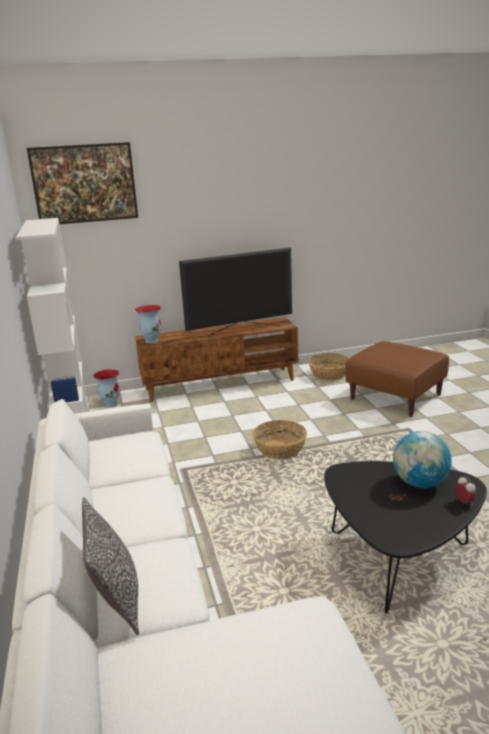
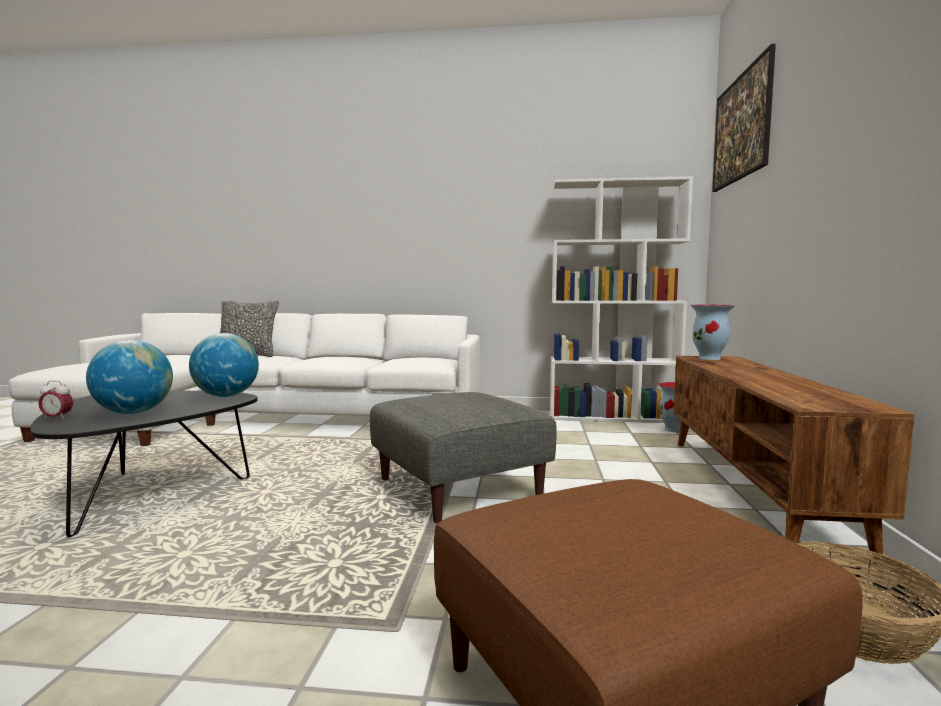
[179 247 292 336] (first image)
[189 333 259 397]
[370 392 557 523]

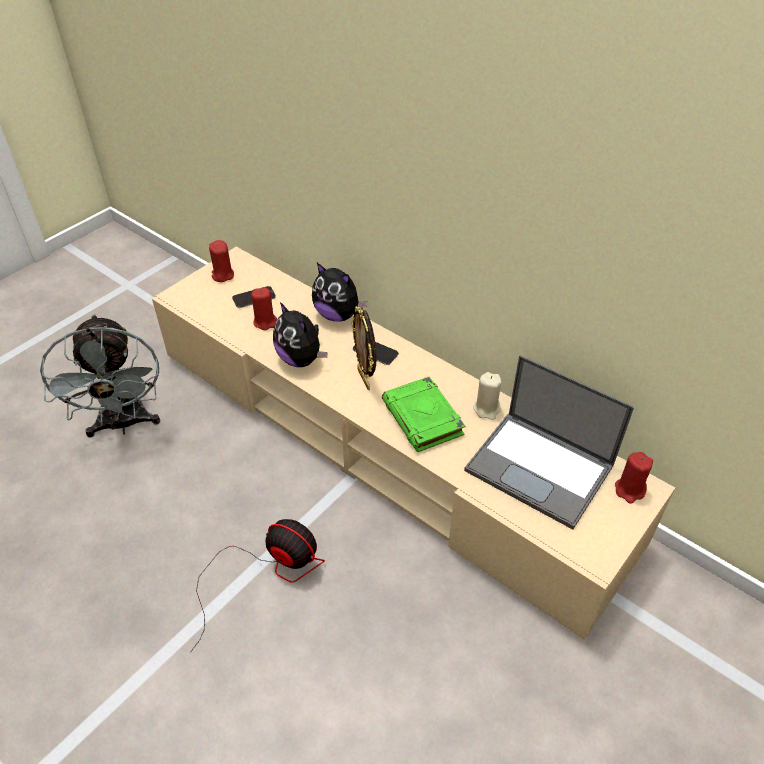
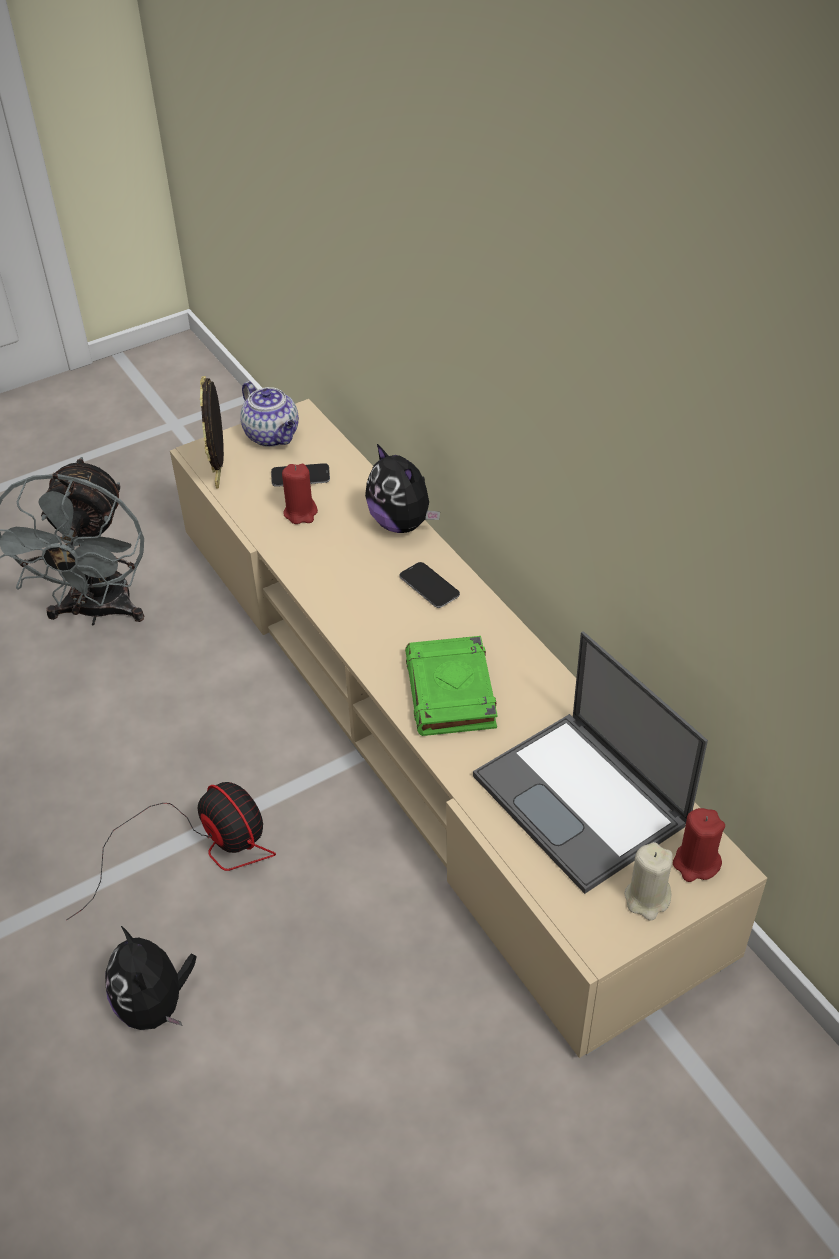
[105 926 197 1030]
[200 376 224 488]
[624 842 673 921]
[241 381 299 447]

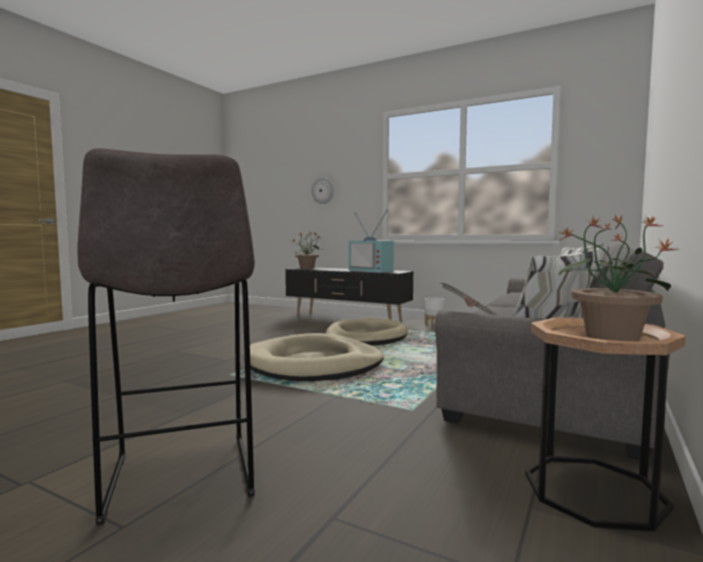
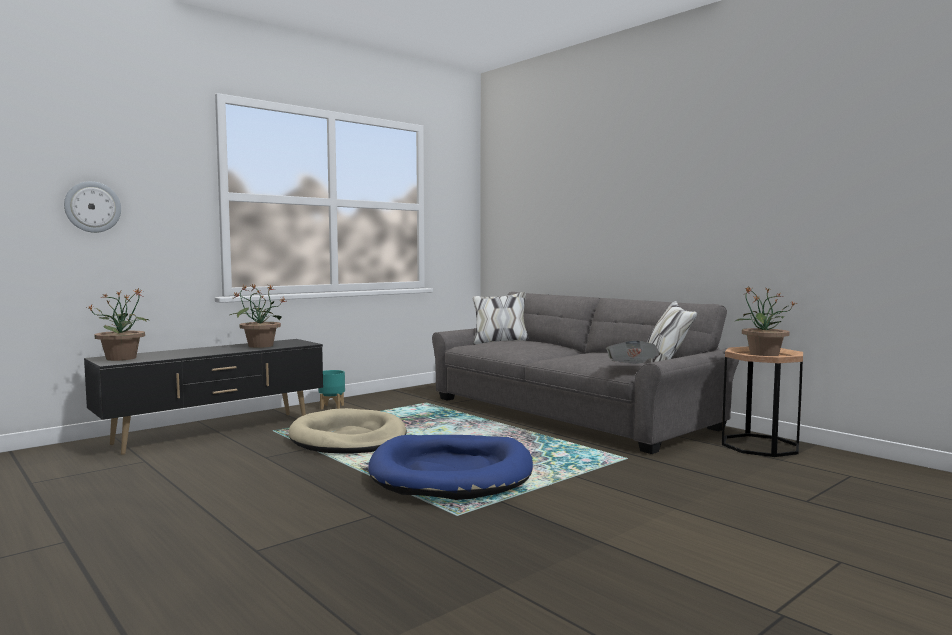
[77 148 255 525] (first image)
[230 284 287 348]
[368 435 533 500]
[319 370 345 410]

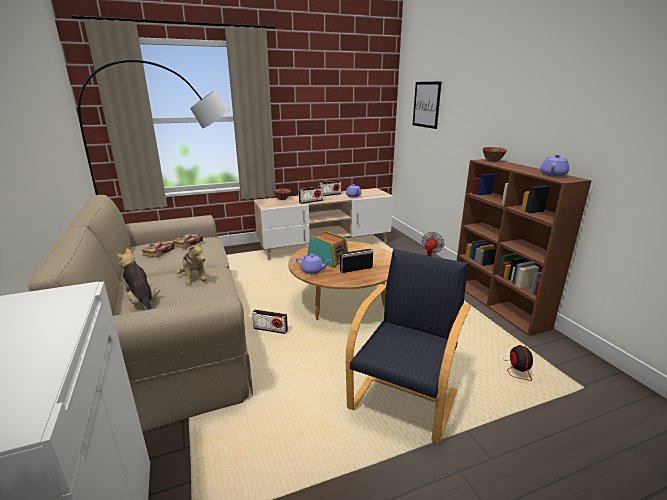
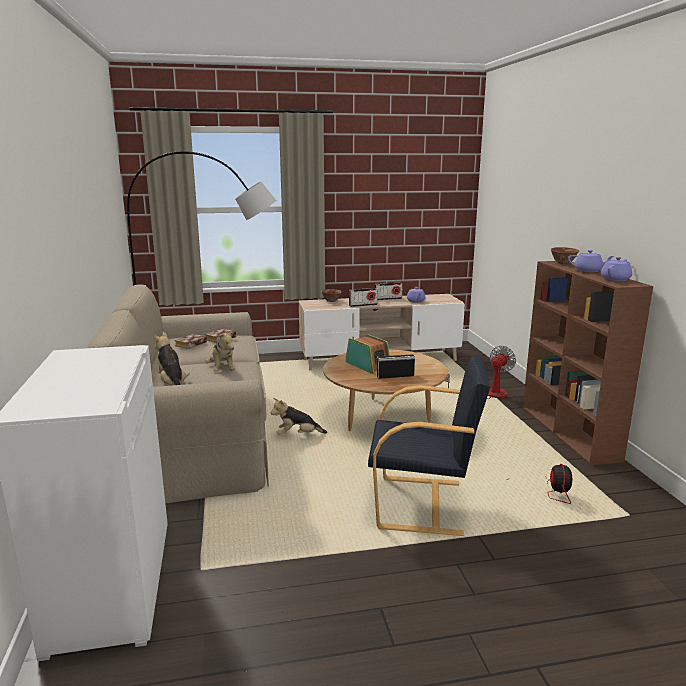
[413 81 442 129] (first image)
[568 250 614 272]
[271 398 327 434]
[368 356 490 536]

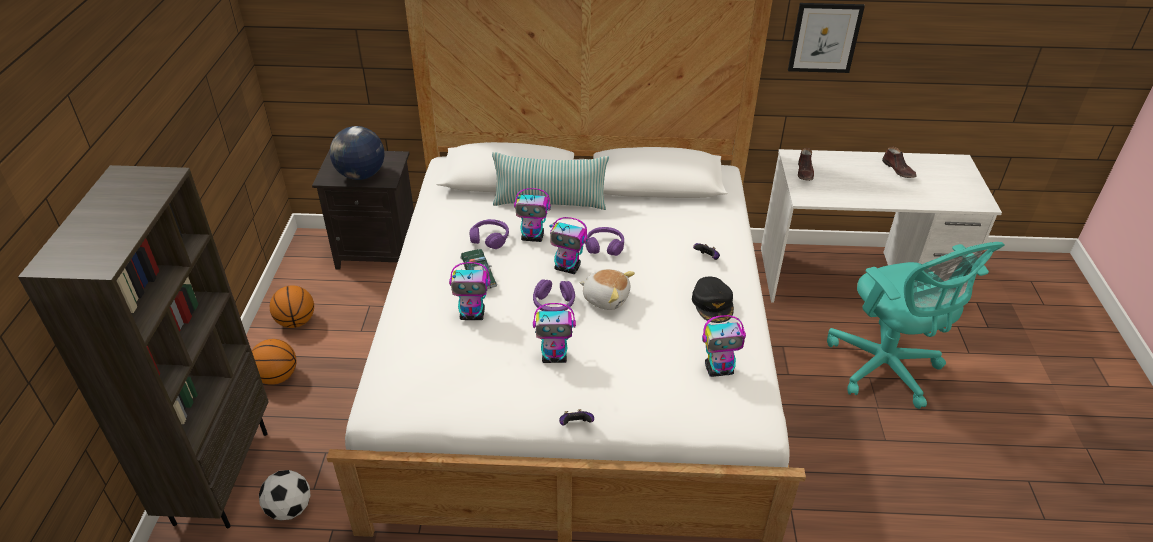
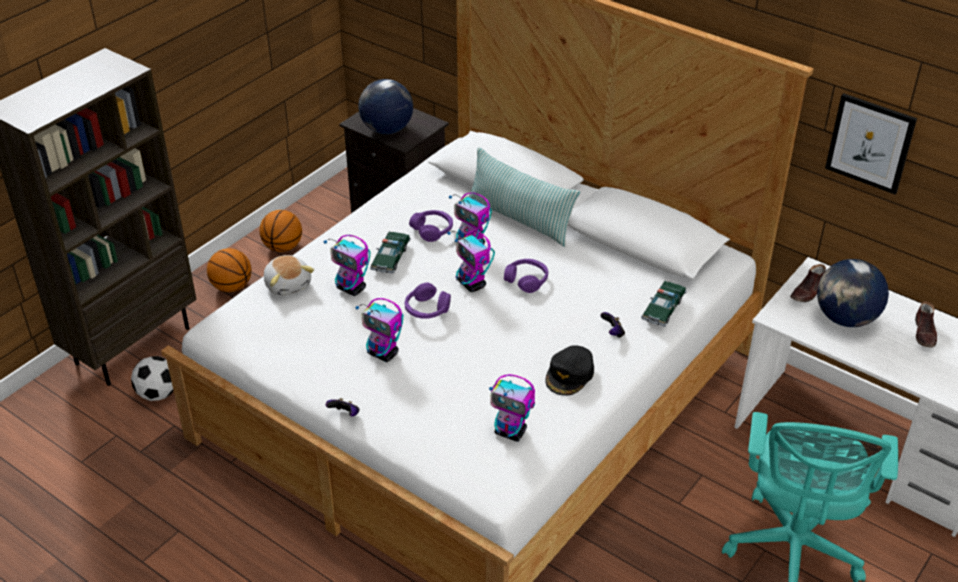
[641 281 687 327]
[817 259 889 327]
[264 255 314 296]

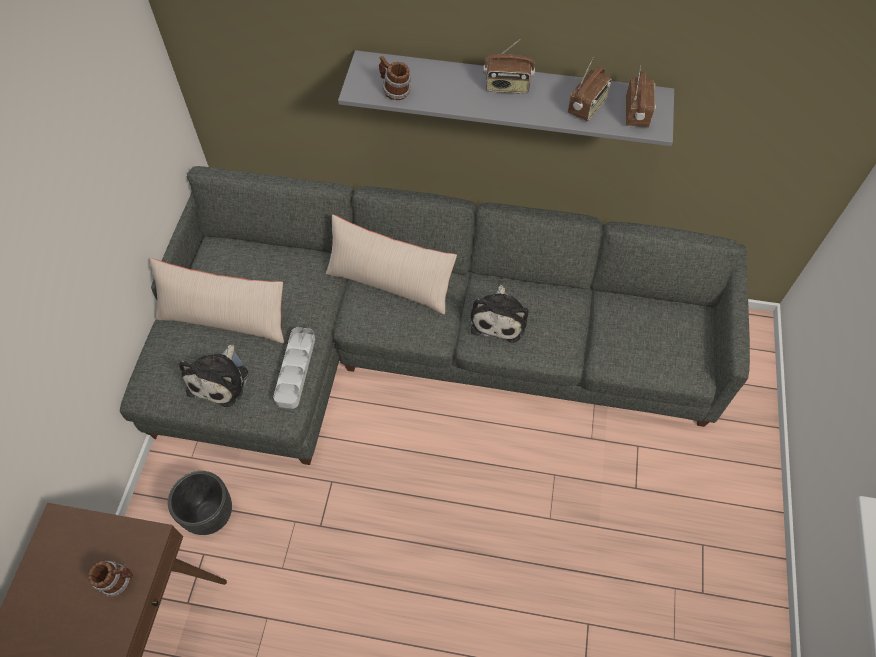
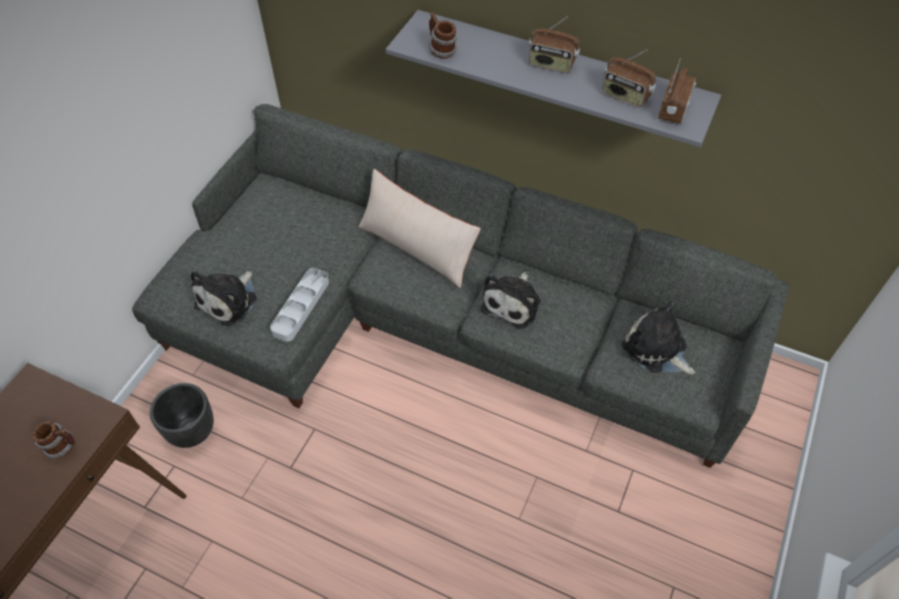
[150 258 284 343] (first image)
[622 302 695 374]
[602 50 656 107]

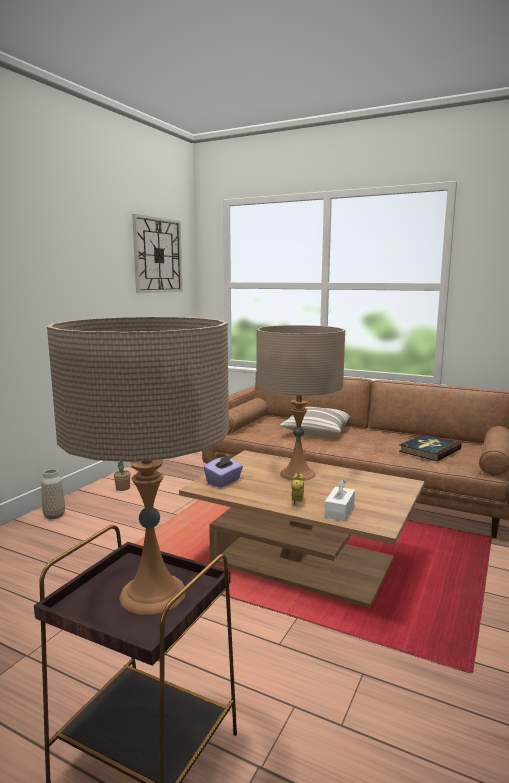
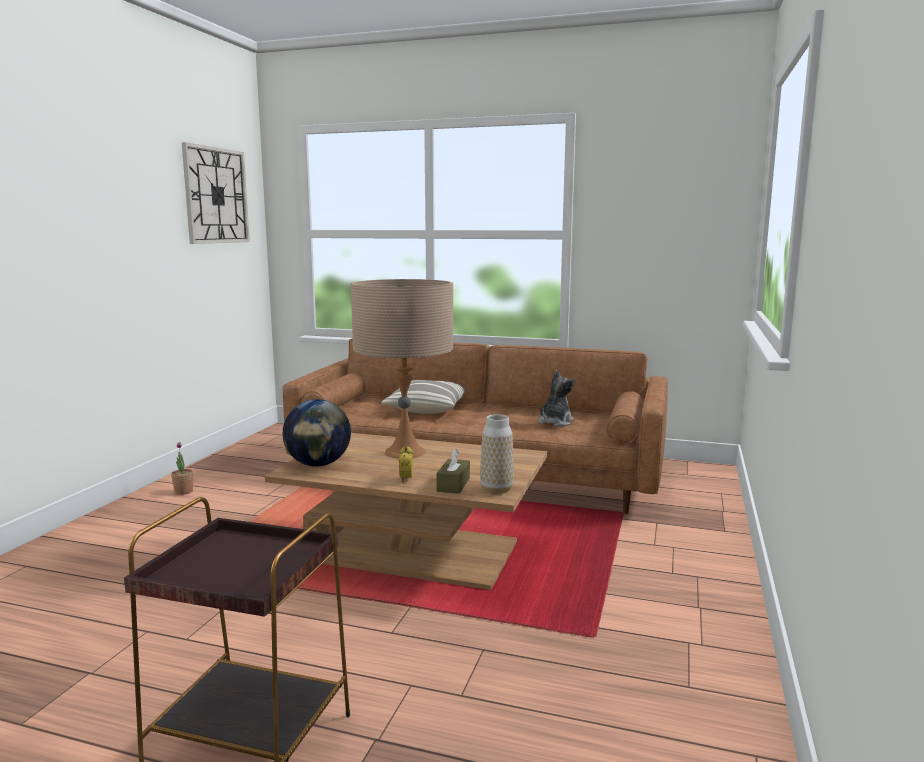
[47 317 229 615] (first image)
[480 414 514 494]
[282 399 351 467]
[538 370 575 426]
[436 449 470 494]

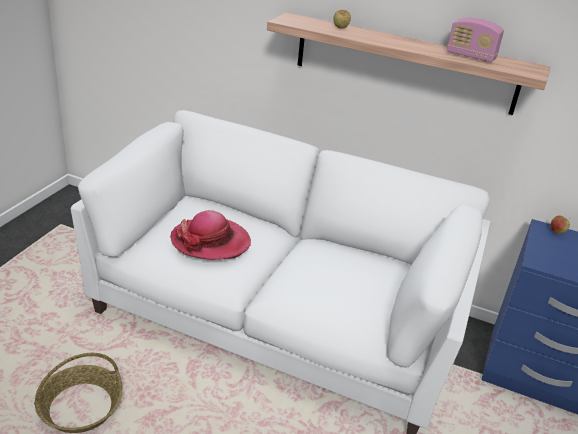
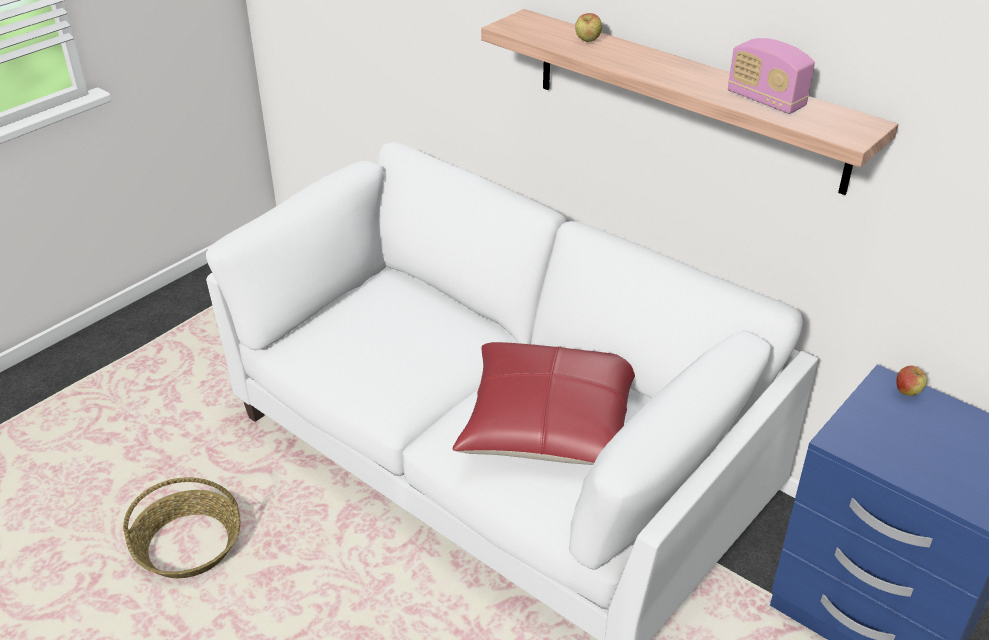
[170 210 251 260] (first image)
[453 342 635 465]

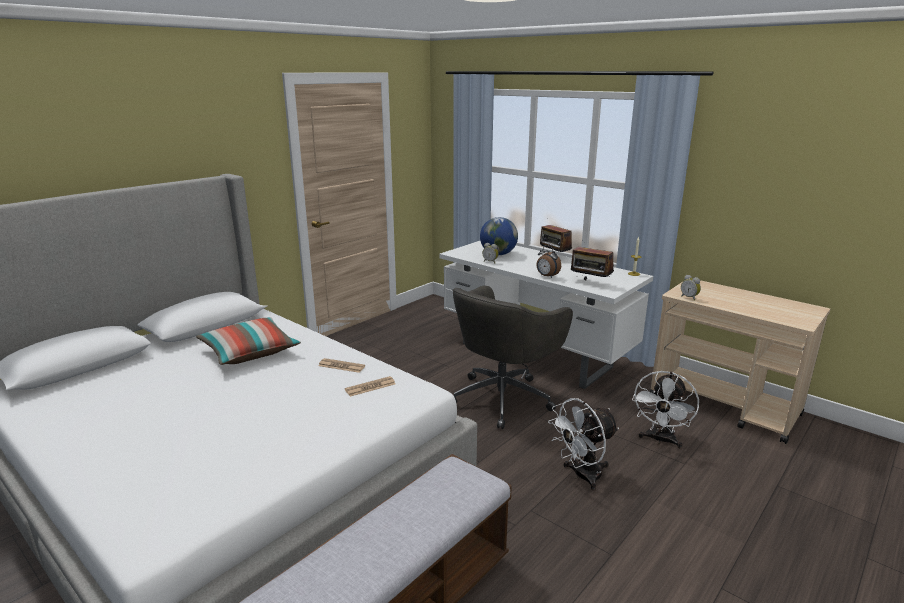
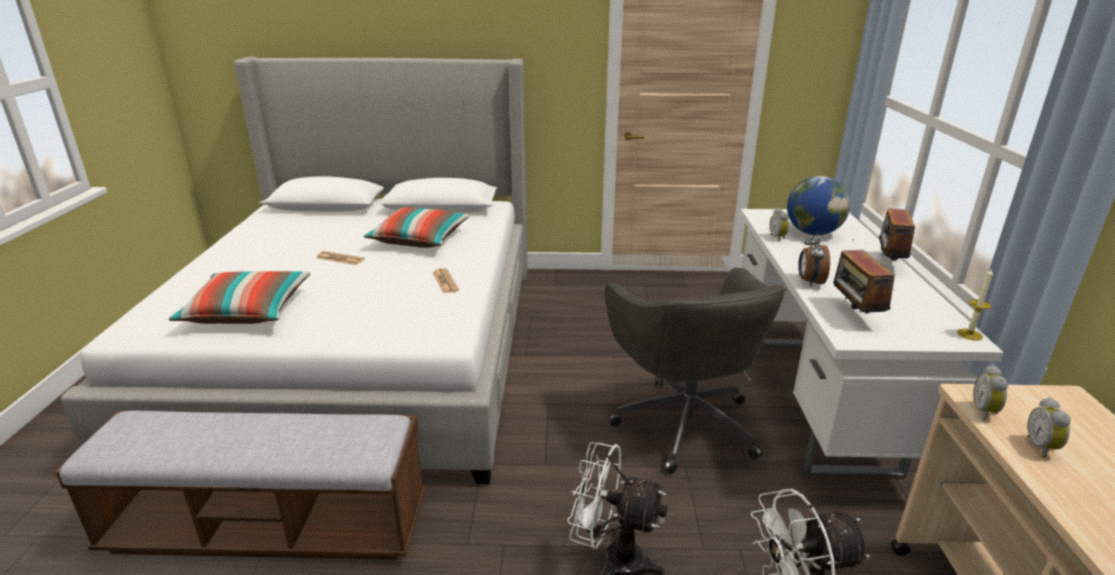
[169 271 311 324]
[1027 397 1071 458]
[317 251 365 265]
[605 267 786 474]

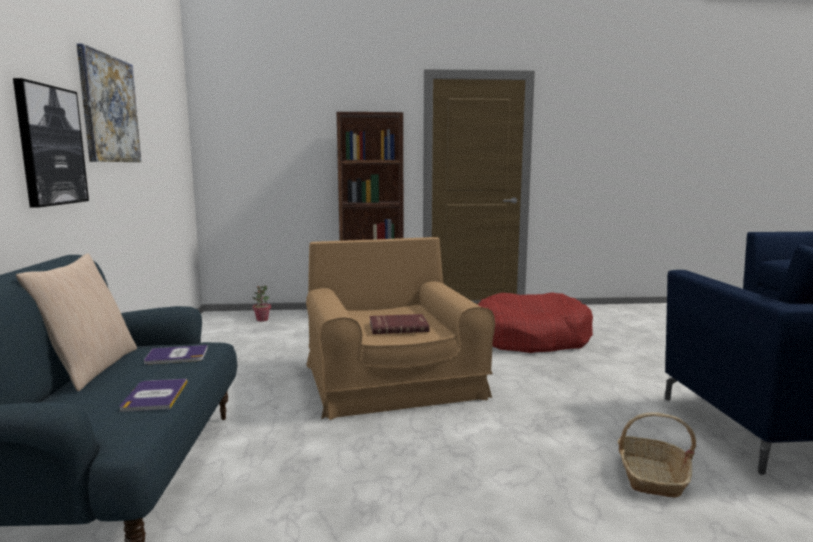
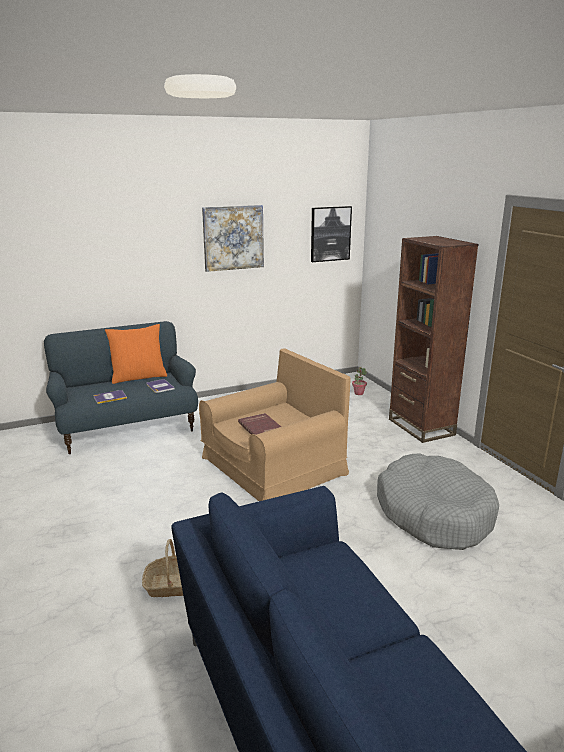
[311 206 352 262]
[105 324 167 384]
[377 453 499 550]

